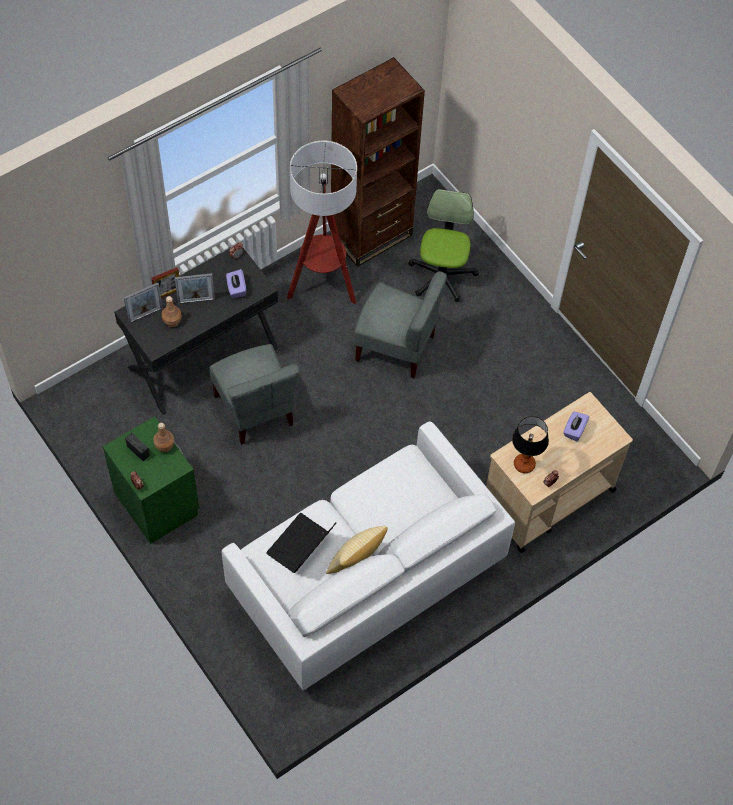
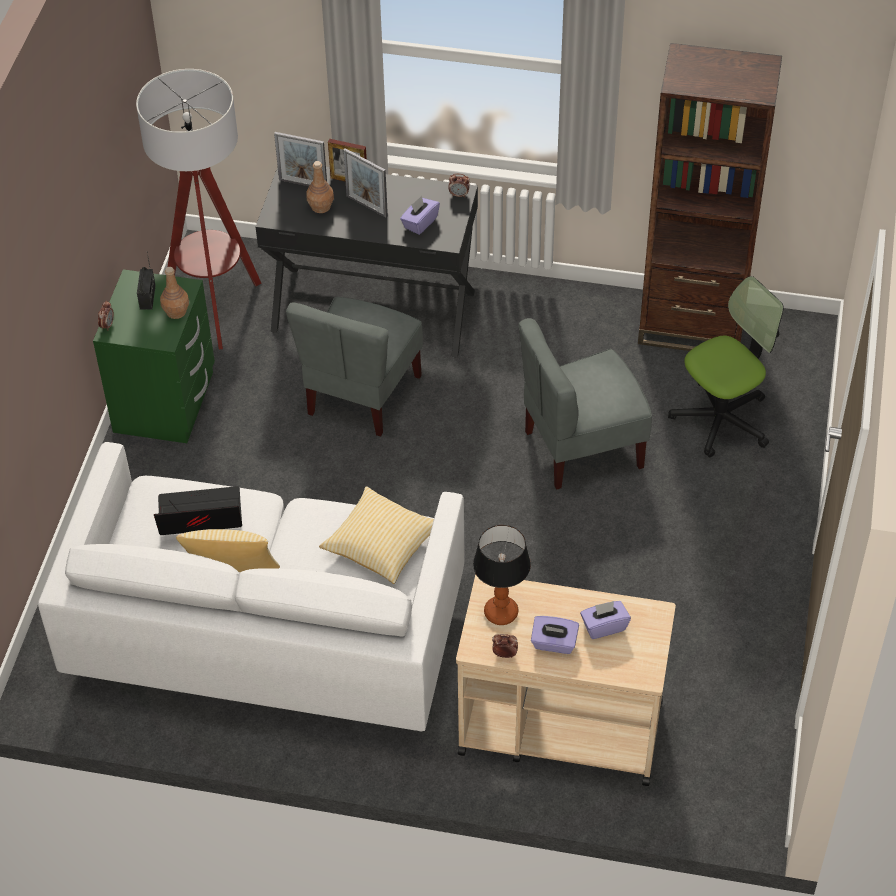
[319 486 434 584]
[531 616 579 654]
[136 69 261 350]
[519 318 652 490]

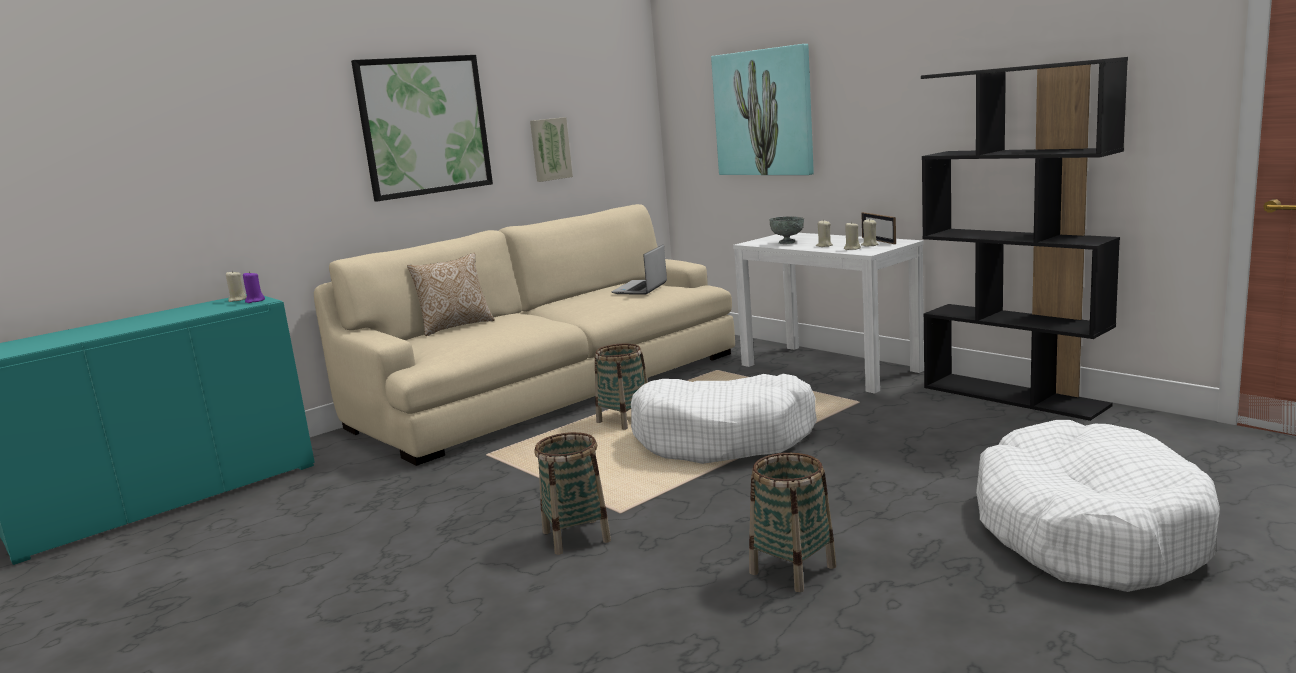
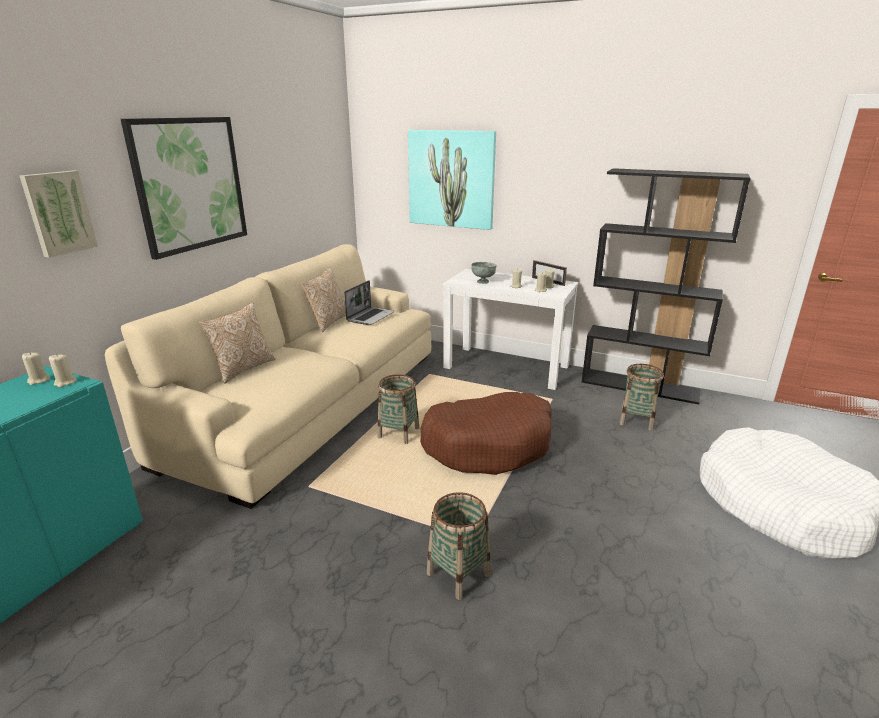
[301 268 346 332]
[20 170 98 258]
[619 364 664 431]
[49 354 77 387]
[420 392 552 475]
[344 280 395 325]

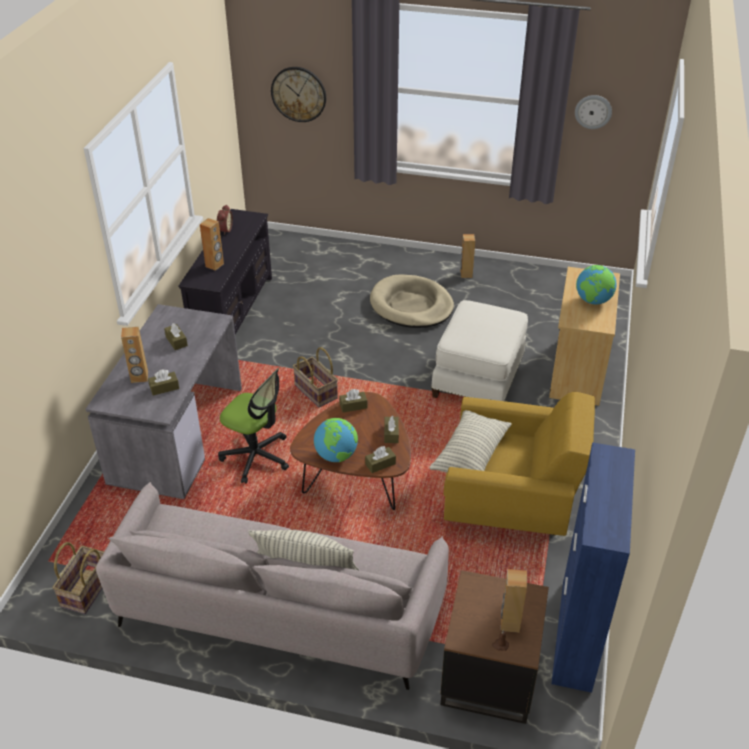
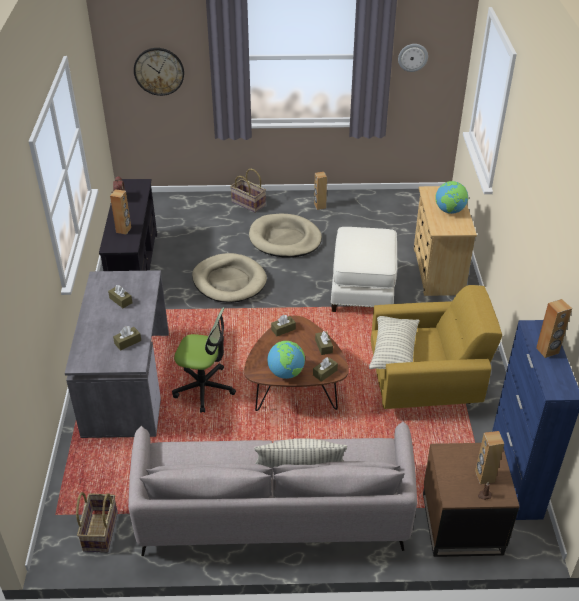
[192 253 267 303]
[536 299 572 358]
[230 169 266 213]

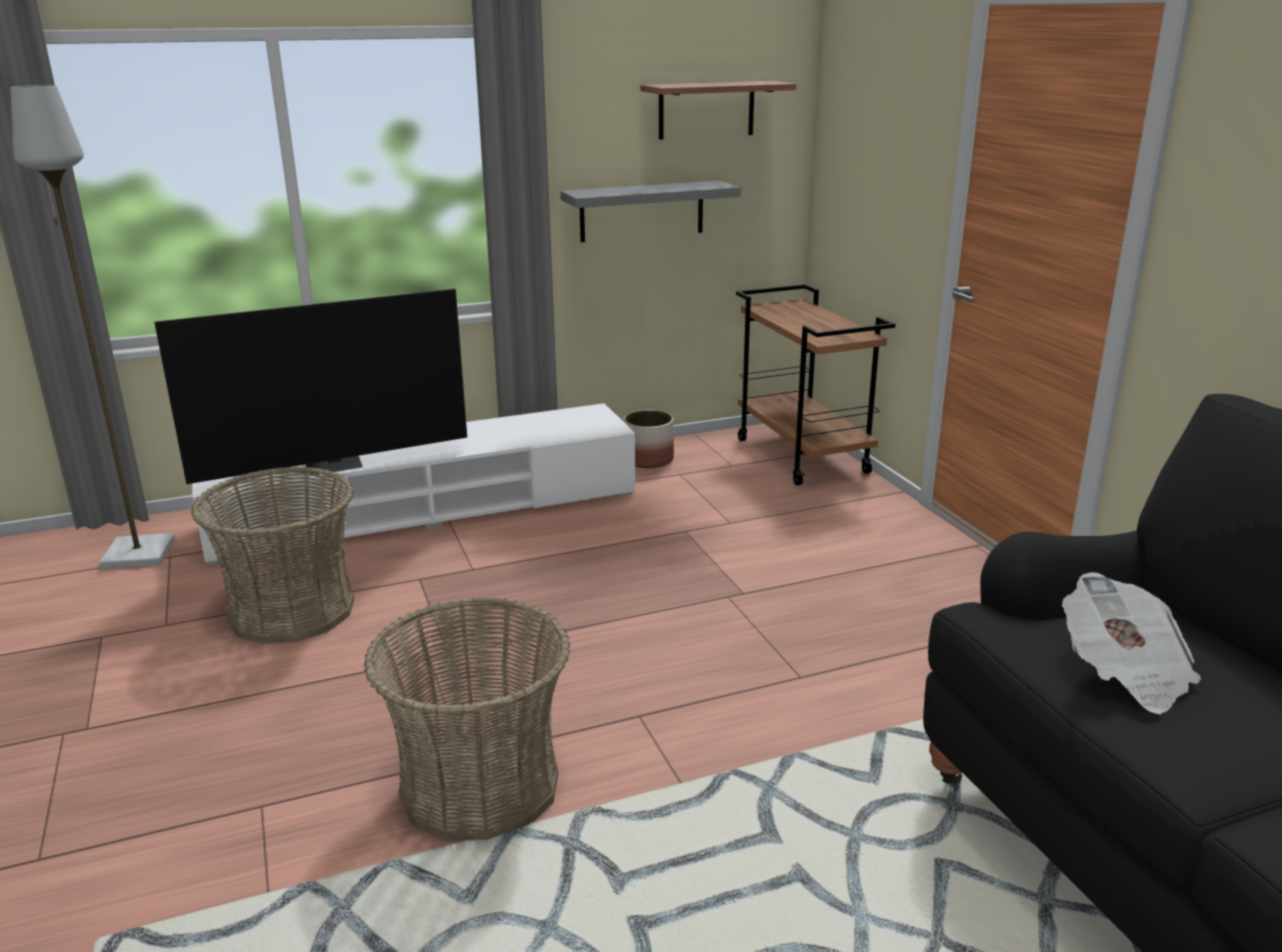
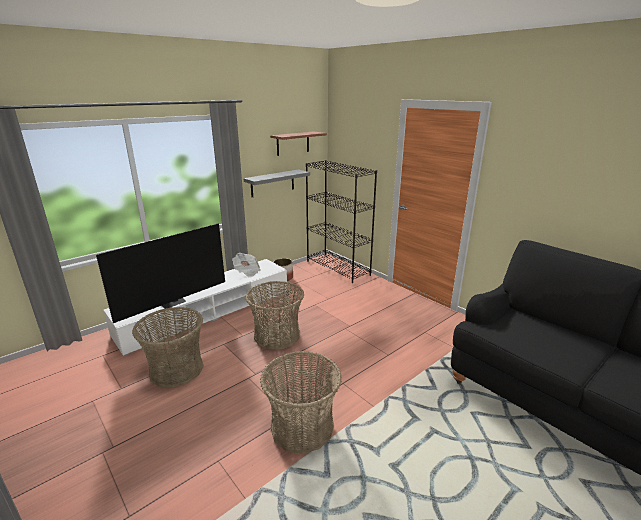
[10 85 175 569] (first image)
[245 281 304 349]
[232 253 261 278]
[306 160 377 283]

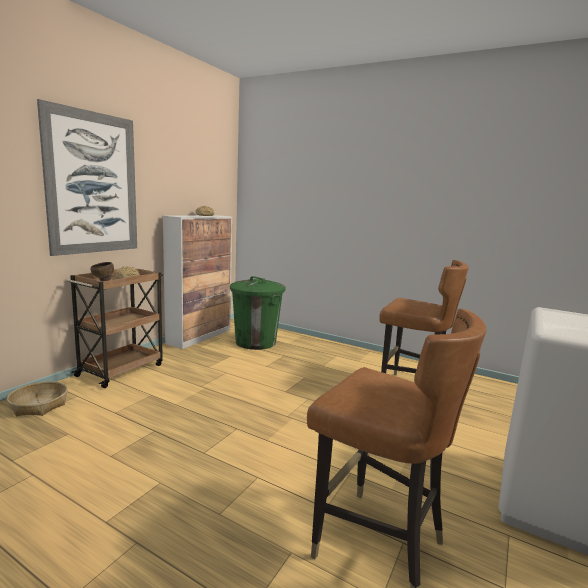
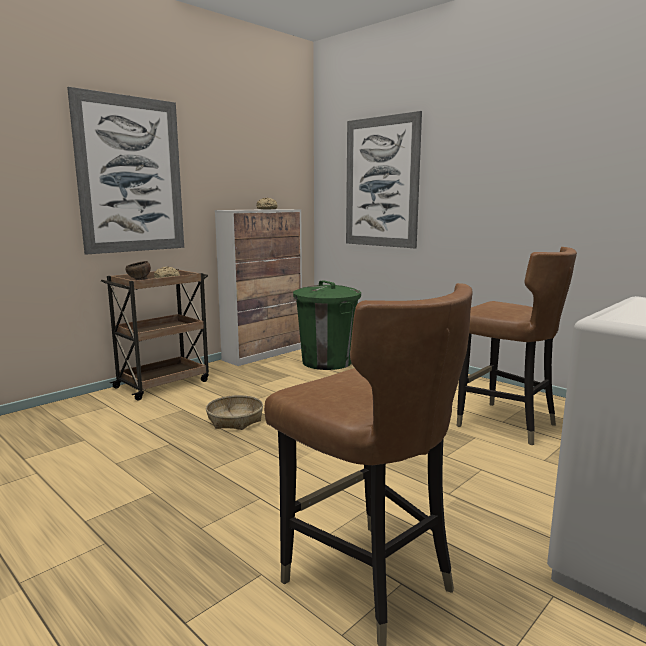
[346 111 422 248]
[206 395 263 430]

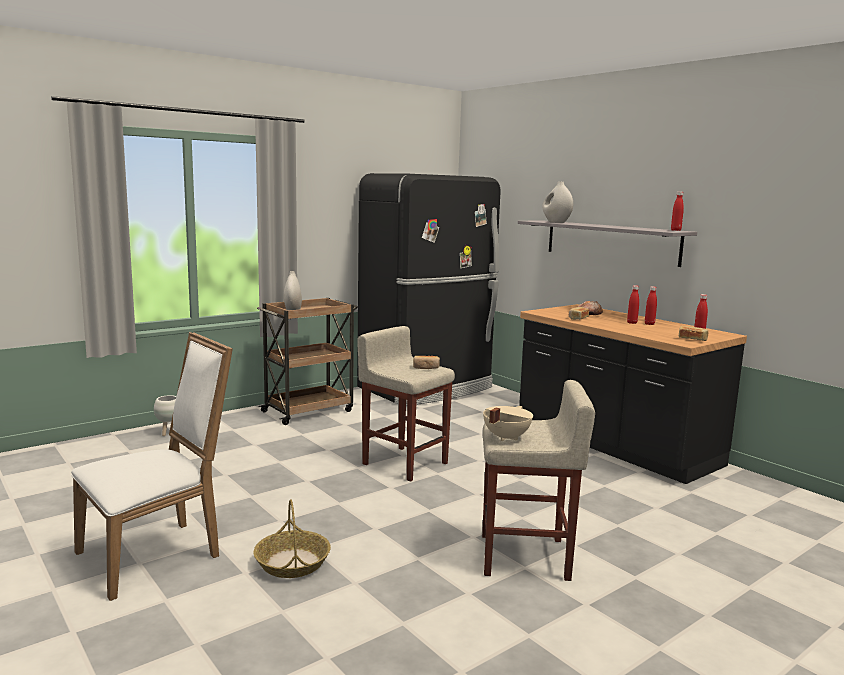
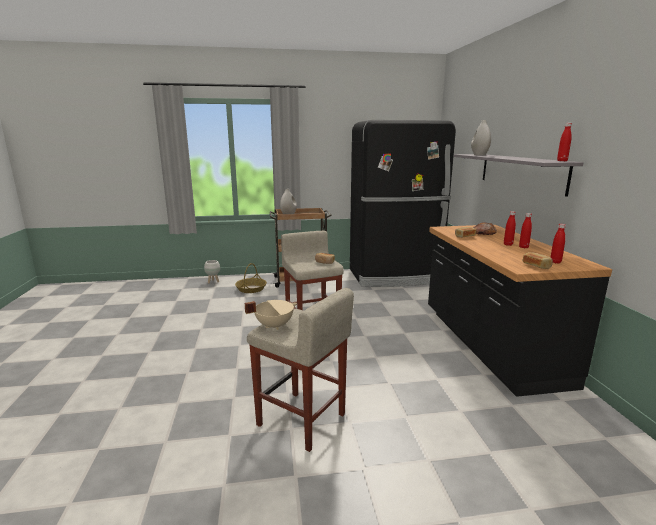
[71 332 233 601] (first image)
[235 263 267 293]

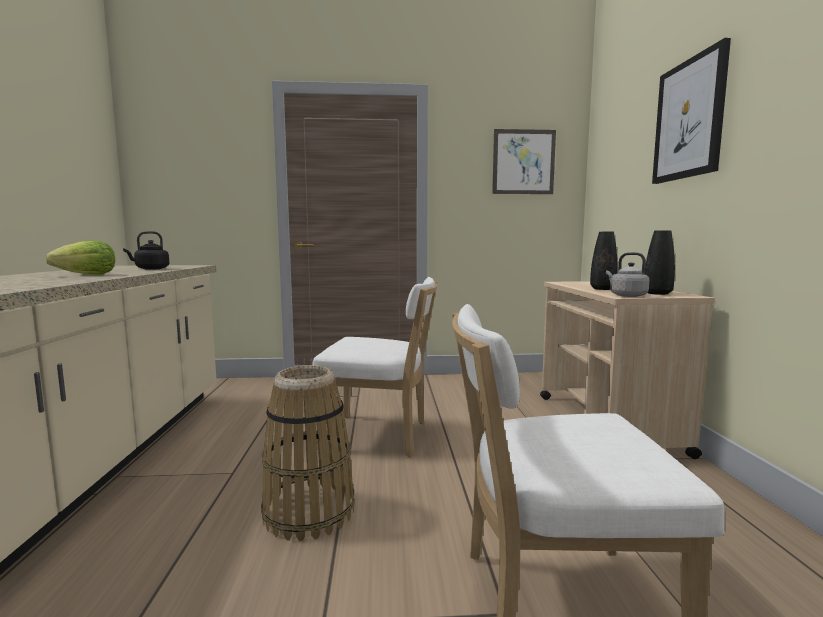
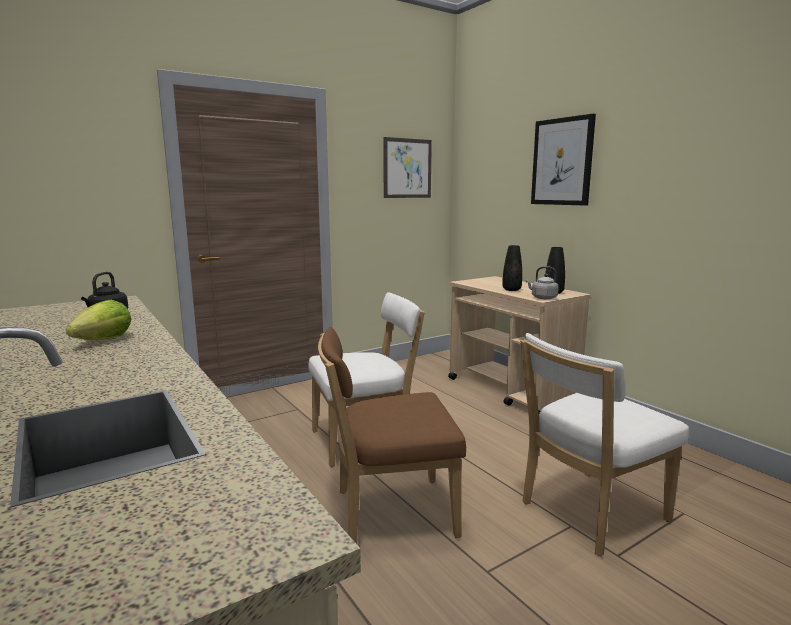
[318 327 466 544]

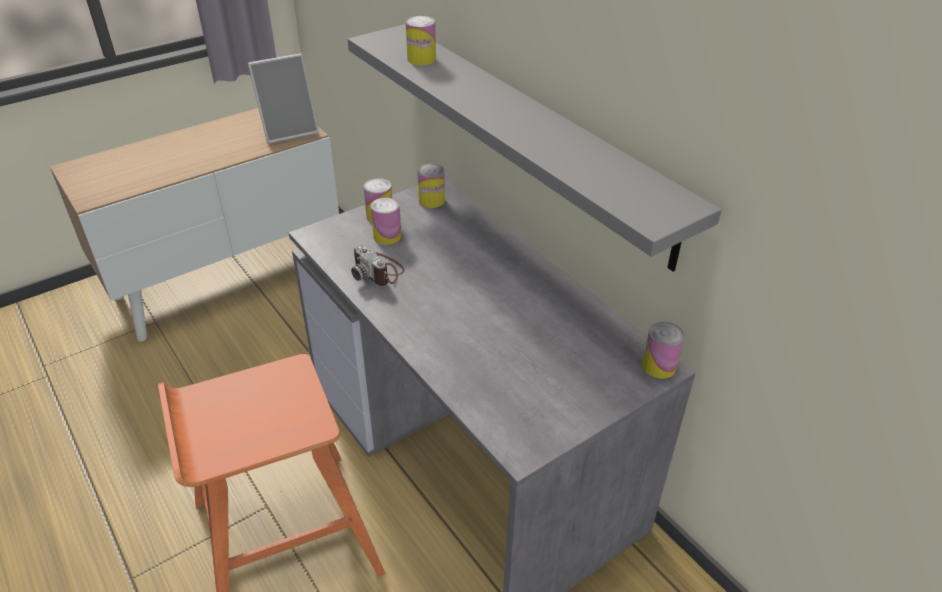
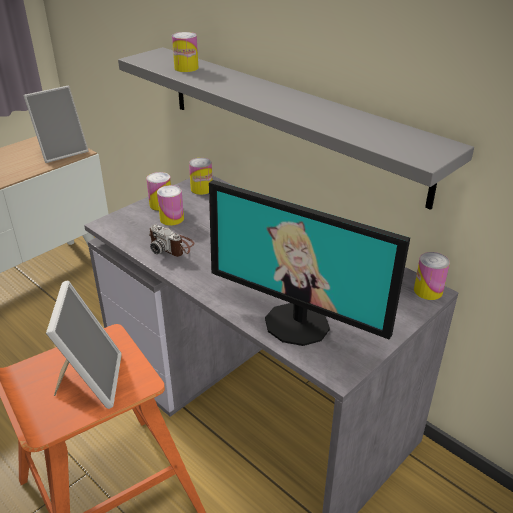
[46 281 122 409]
[209 180 410 346]

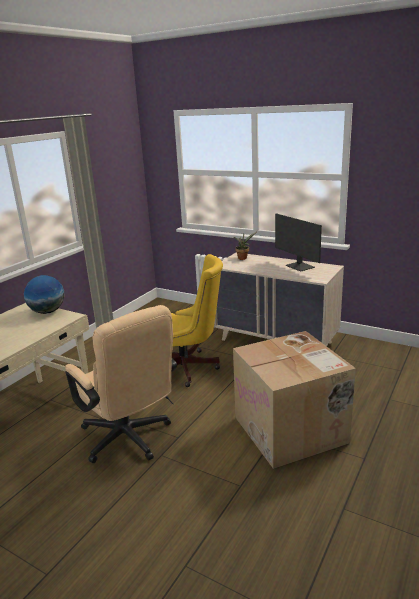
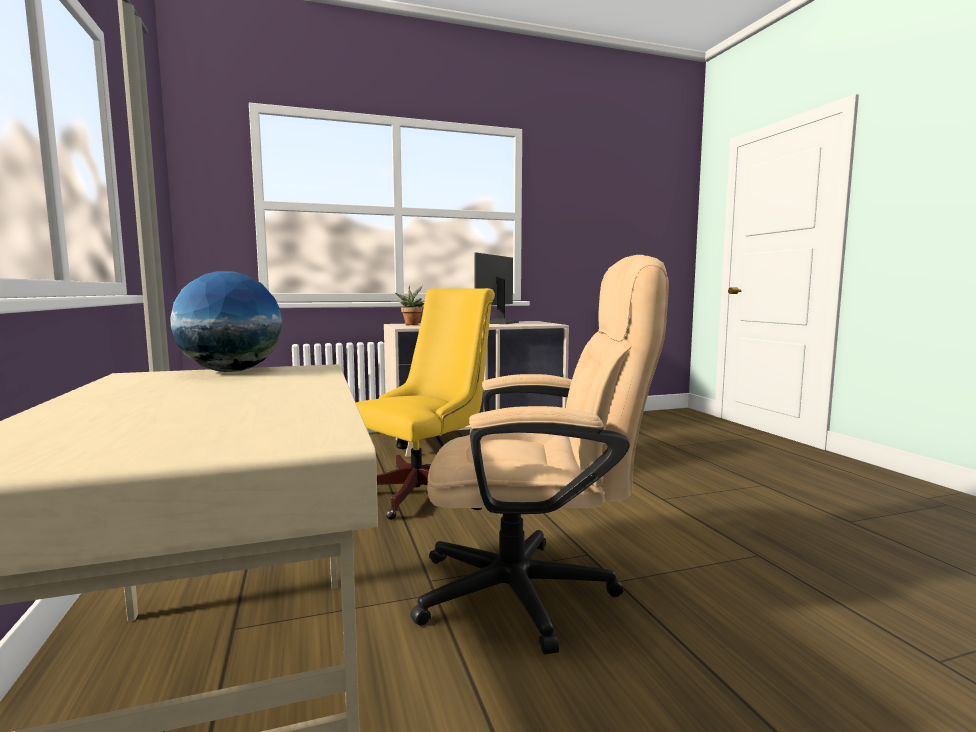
[233 331 356 469] (first image)
[474 252 519 324]

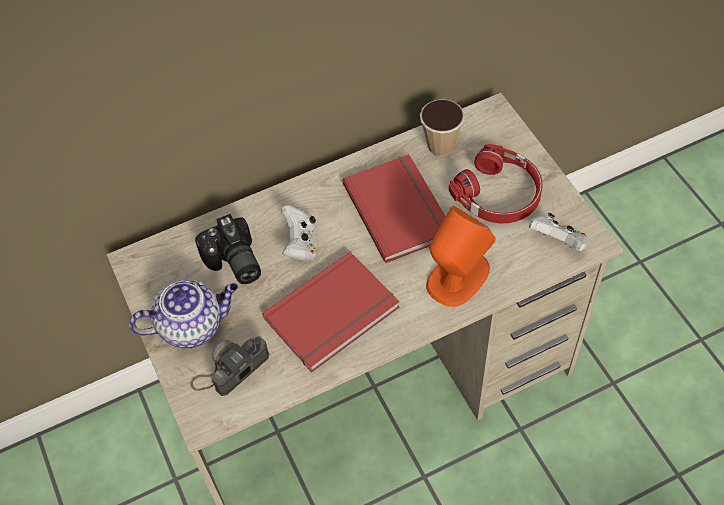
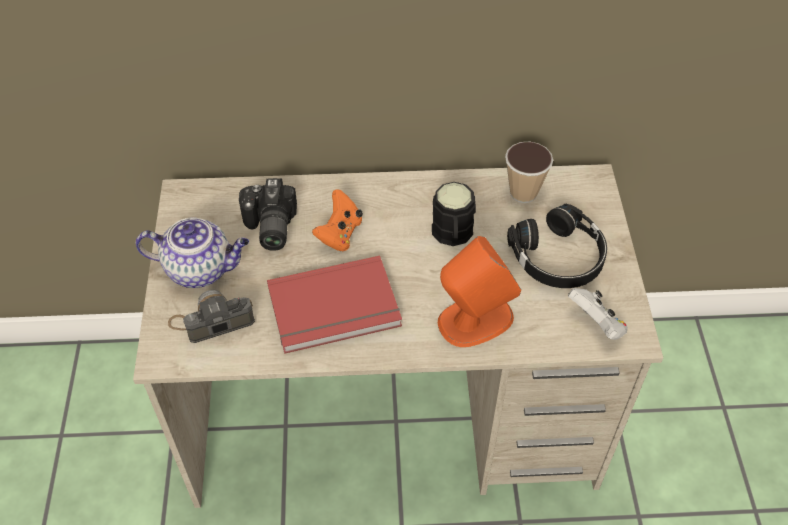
[432 182 476 246]
[312 189 363 252]
[507 204 607 288]

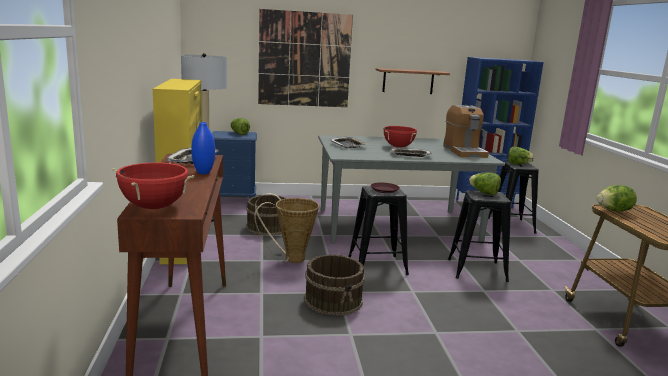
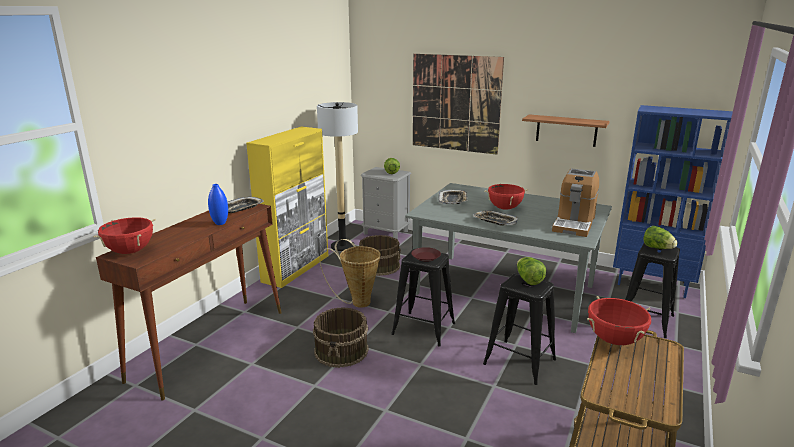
[587 296 651 345]
[361 167 411 239]

